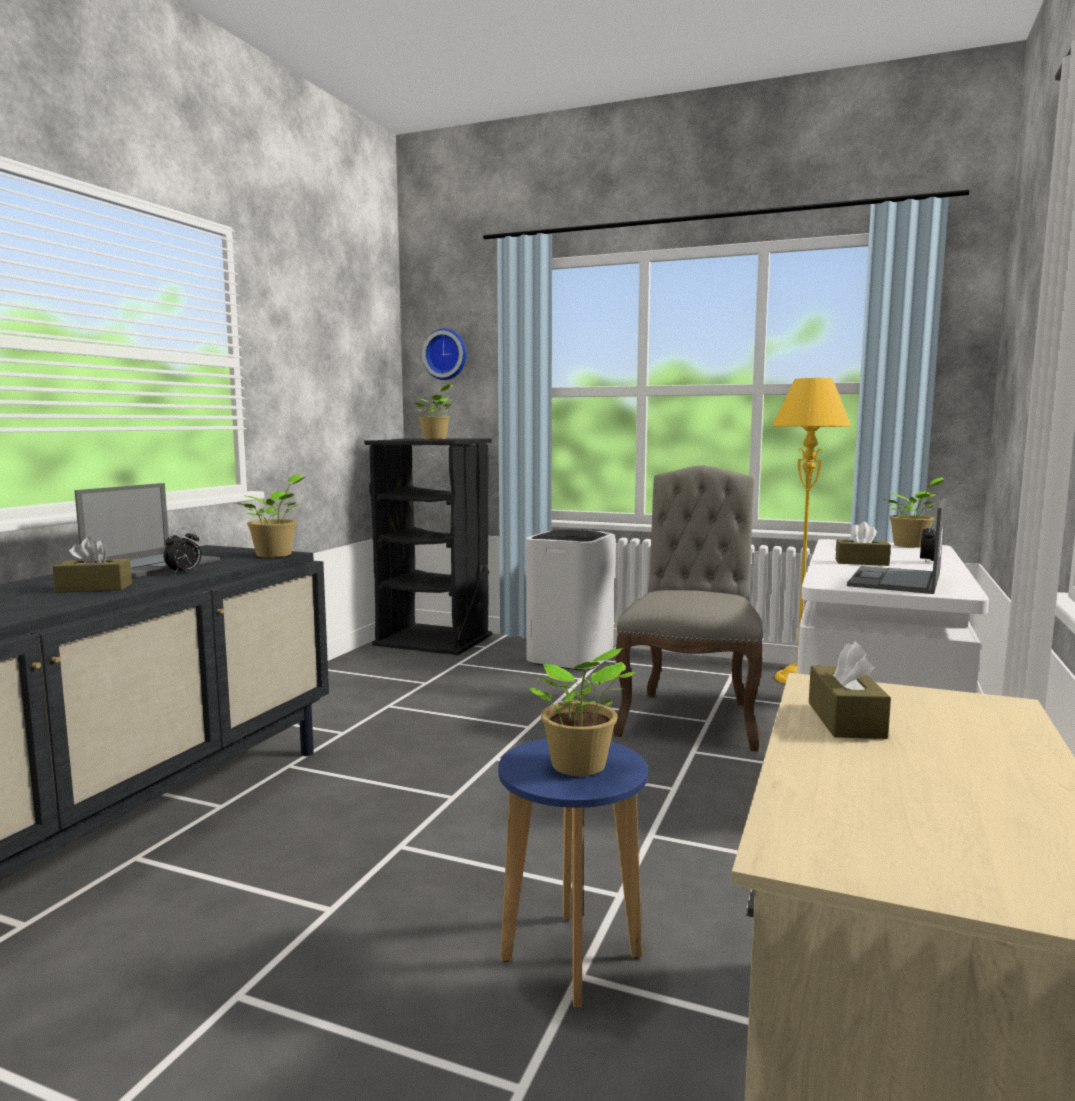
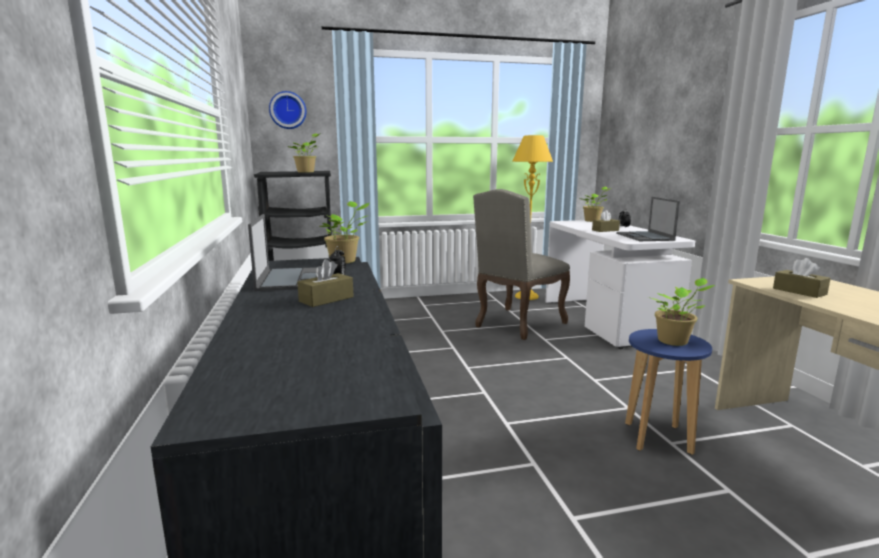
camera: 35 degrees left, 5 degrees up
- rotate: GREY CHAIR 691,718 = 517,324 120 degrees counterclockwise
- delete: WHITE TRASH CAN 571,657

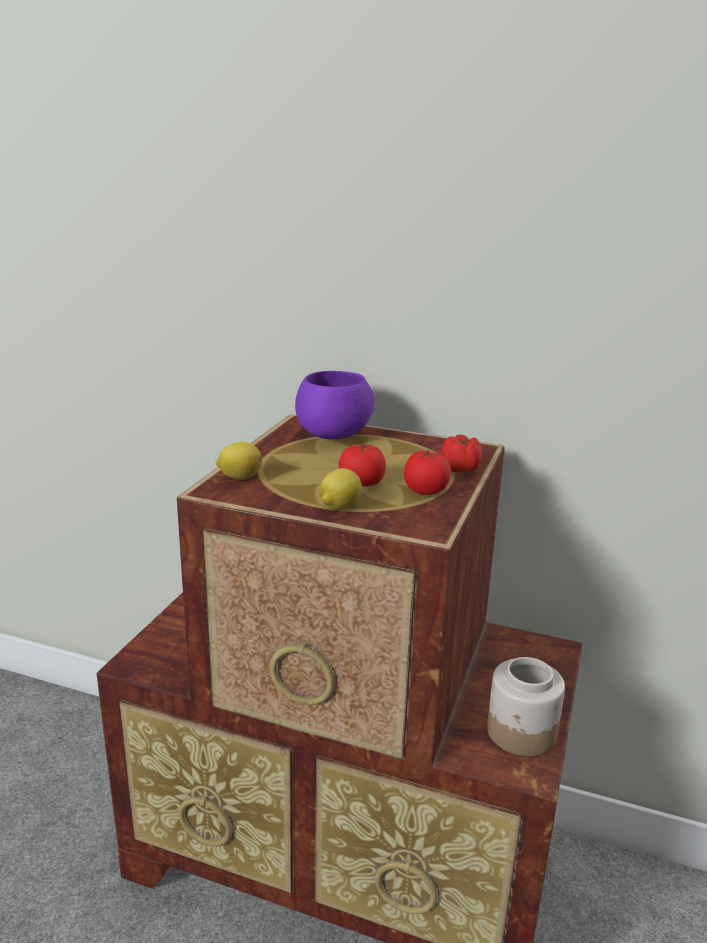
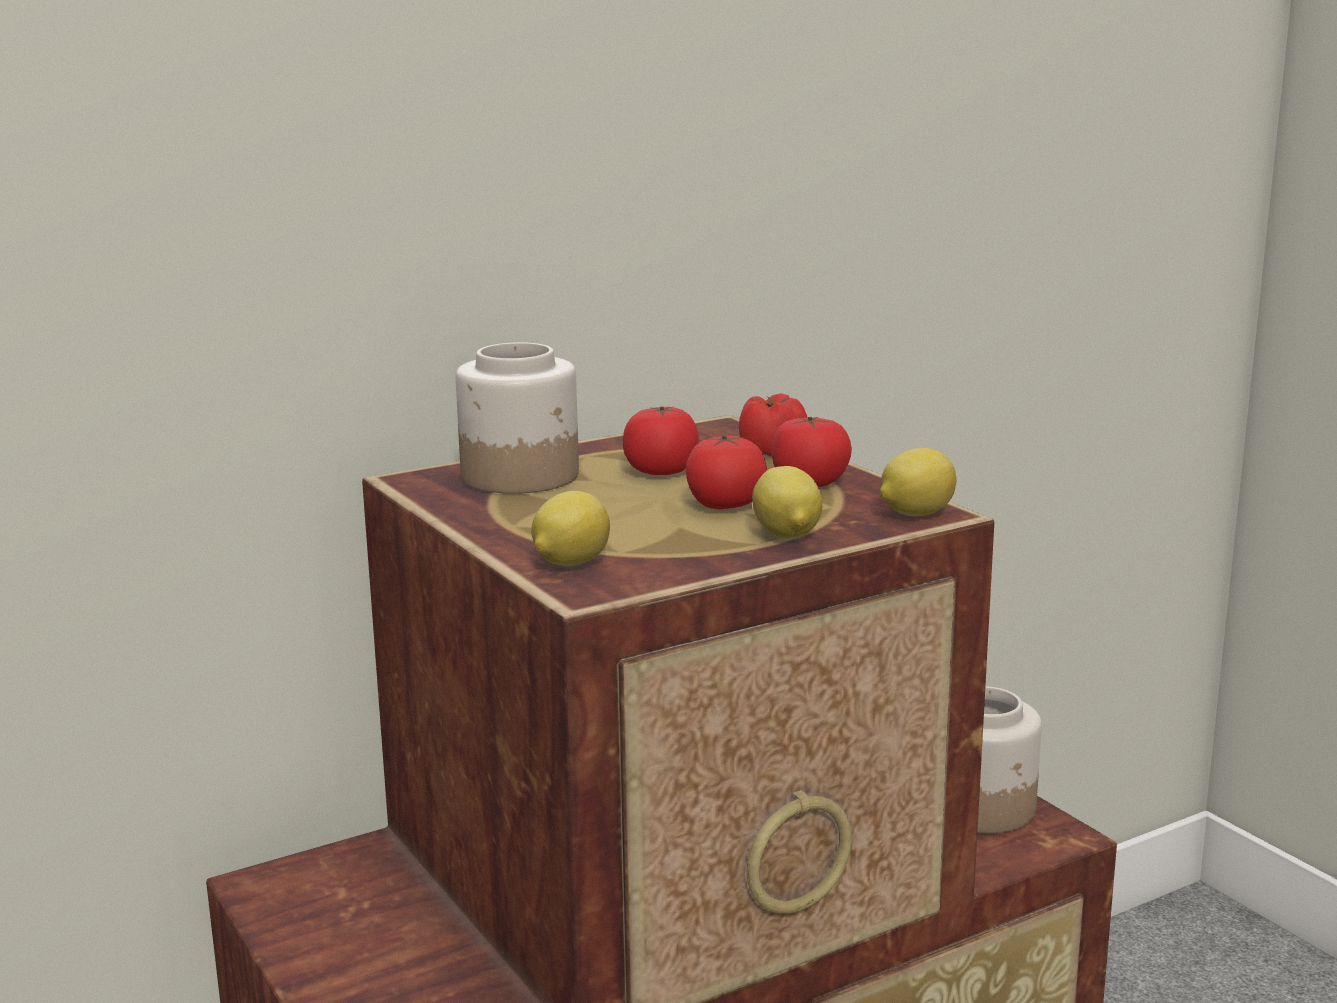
camera: 50 degrees left, 5 degrees down
- replace: PURPLE BOWL 335,436 to JAR 521,476
- insert: TOMATO 661,471
- insert: LEMON 915,514

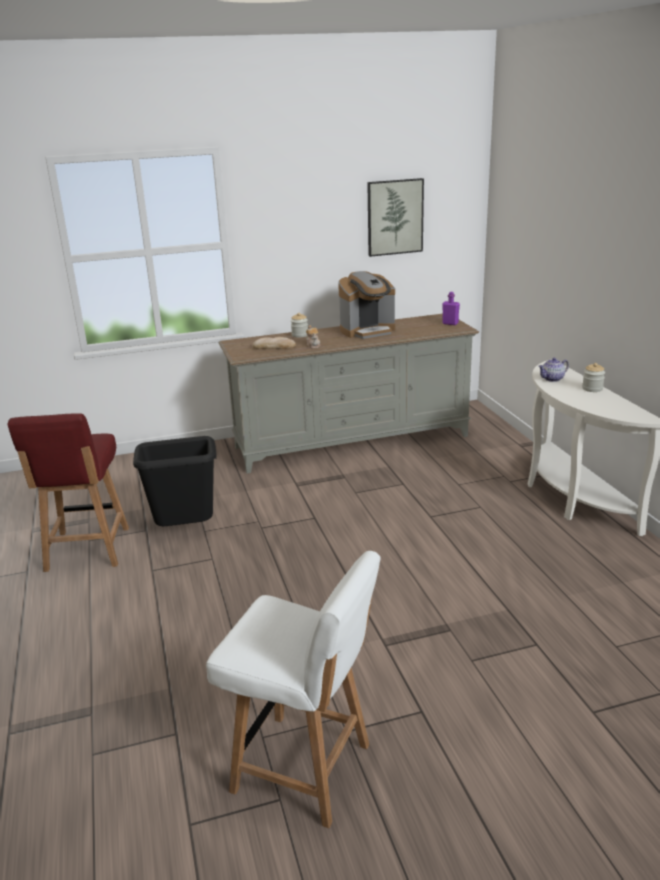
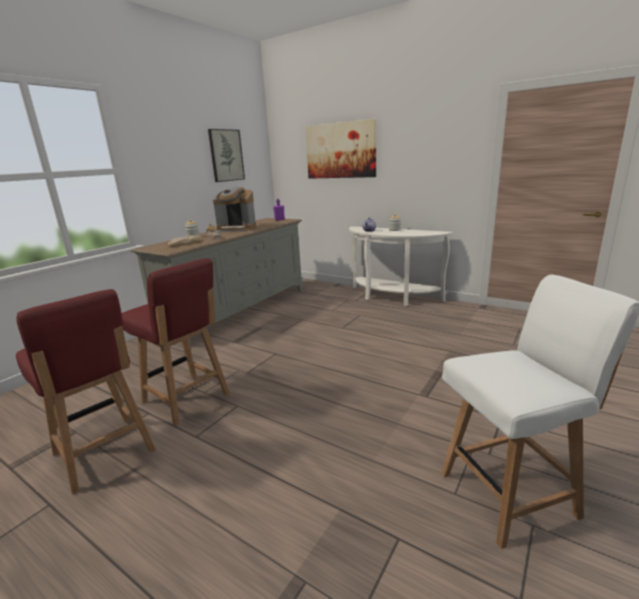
camera: 40 degrees left, 5 degrees down
- replace: BLACK TRASH CAN 185,531 to RED CHAIR 187,399
- rotate: COFFEE MACHINE 367,331 = 237,229 75 degrees clockwise
- insert: PICTURE 340,150

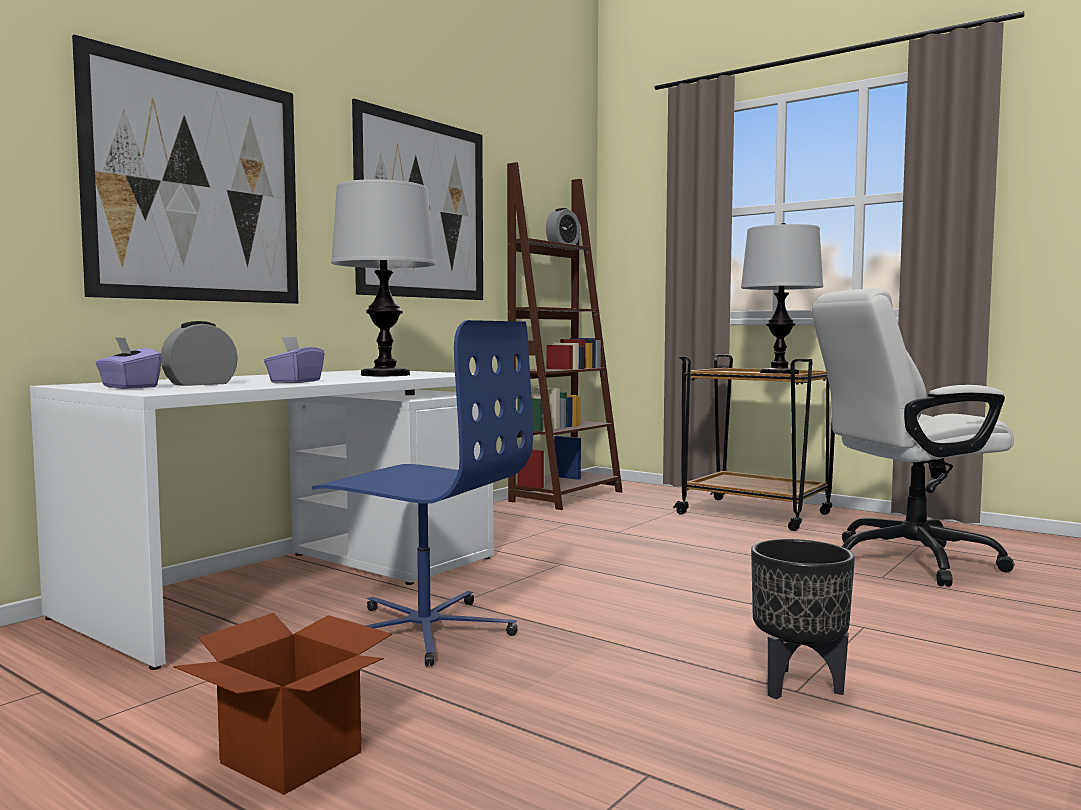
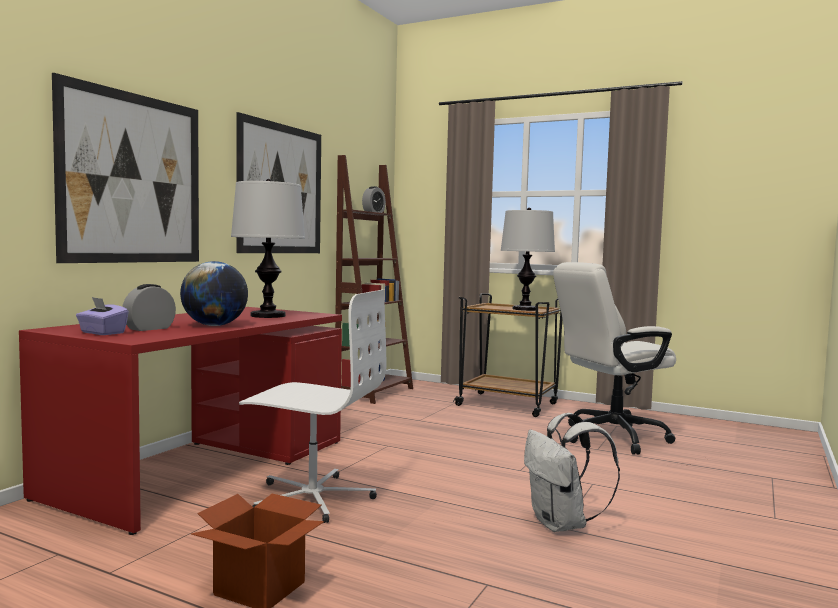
camera: 10 degrees left, 0 degrees up
- recolor: WHITE DESK 293,584 to RED DESK 203,467
- replace: PURPLE TISSUE BOX 295,382 to GLOBE 215,325
- recolor: BLUE OFFICE CHAIR 424,630 to WHITE OFFICE CHAIR 312,497
- replace: BLACK PLANTER 799,686 to WHITE BACKPACK 562,524

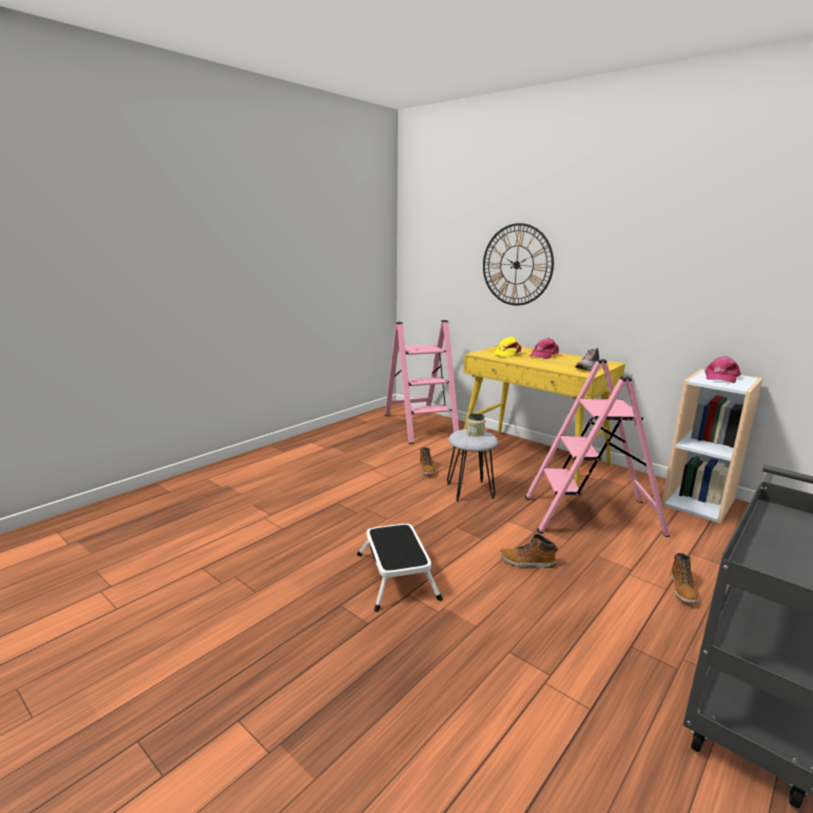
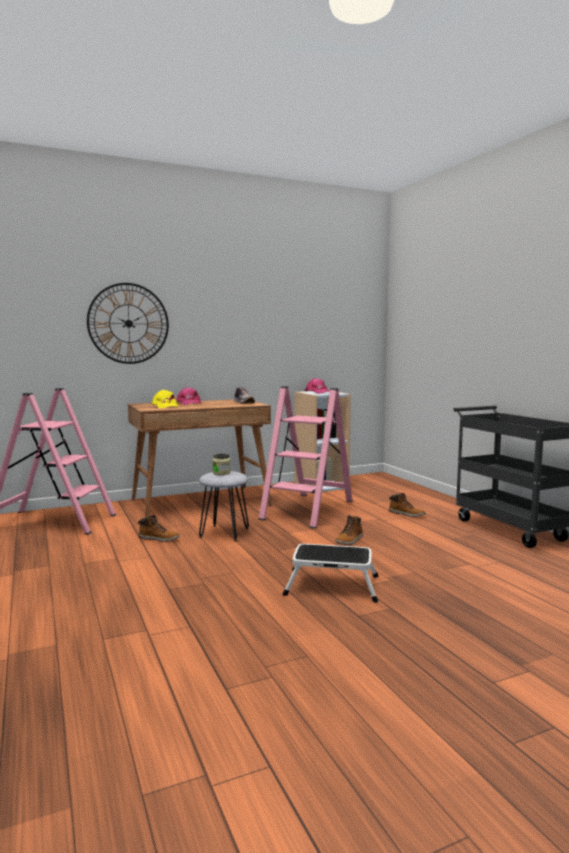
camera: 65 degrees left, 10 degrees down
- recolor: YELLOW DESK 533,458 to BROWN DESK 201,502

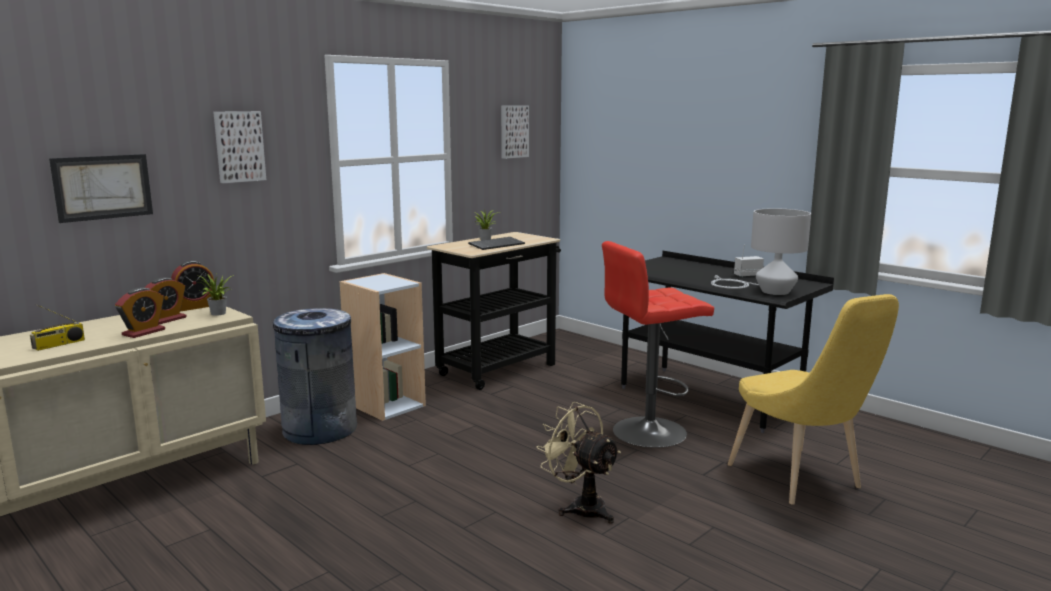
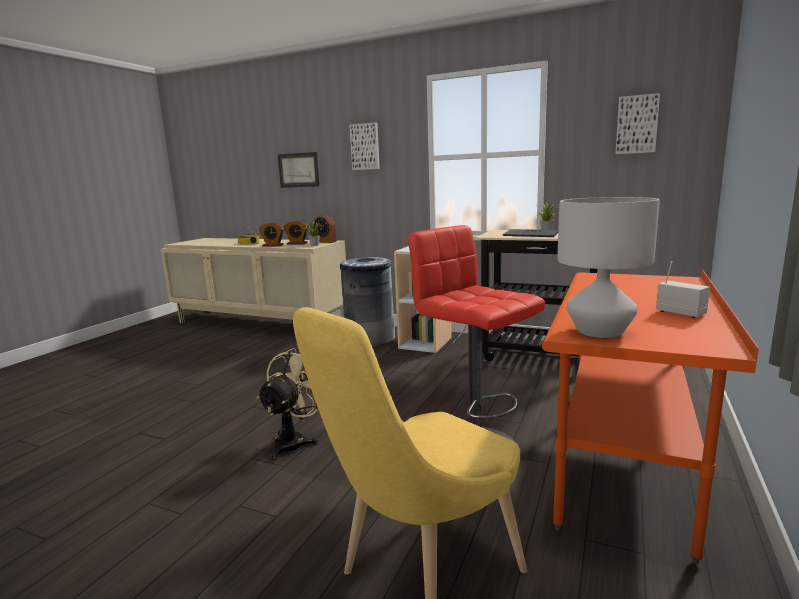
camera: 70 degrees right, 0 degrees up
- recolor: BLACK DESK 708,398 to ORANGE DESK 625,471

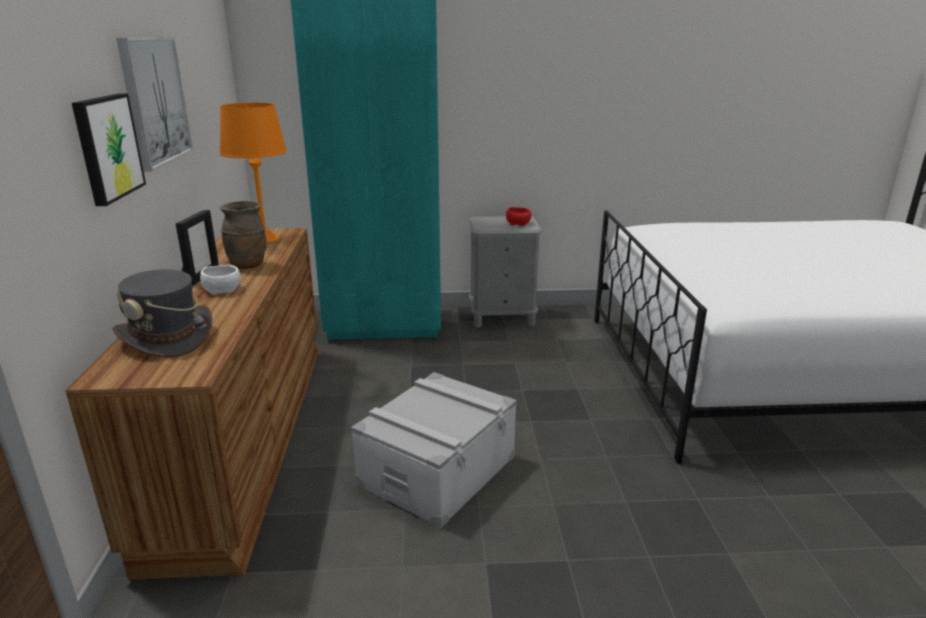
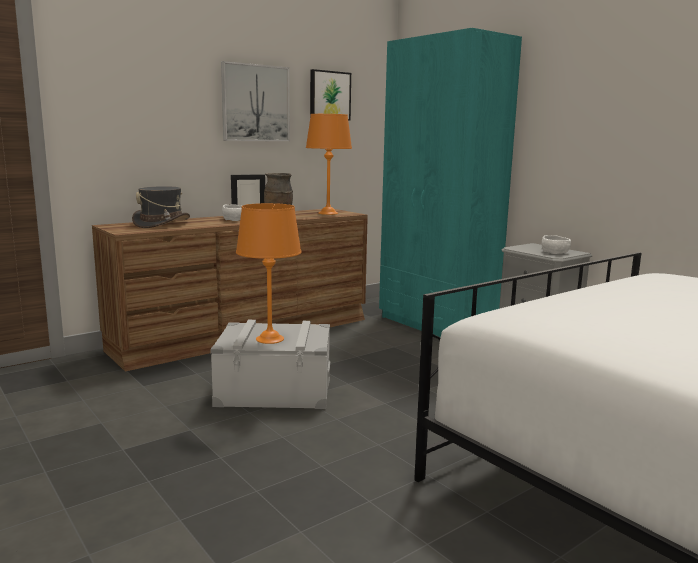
camera: 55 degrees right, 10 degrees down
- insert: ORANGE TABLE LAMP 270,339
- move: PICTURE 107,147 to 329,95
- recolor: RED BOWL 518,223 to WHITE BOWL 555,252

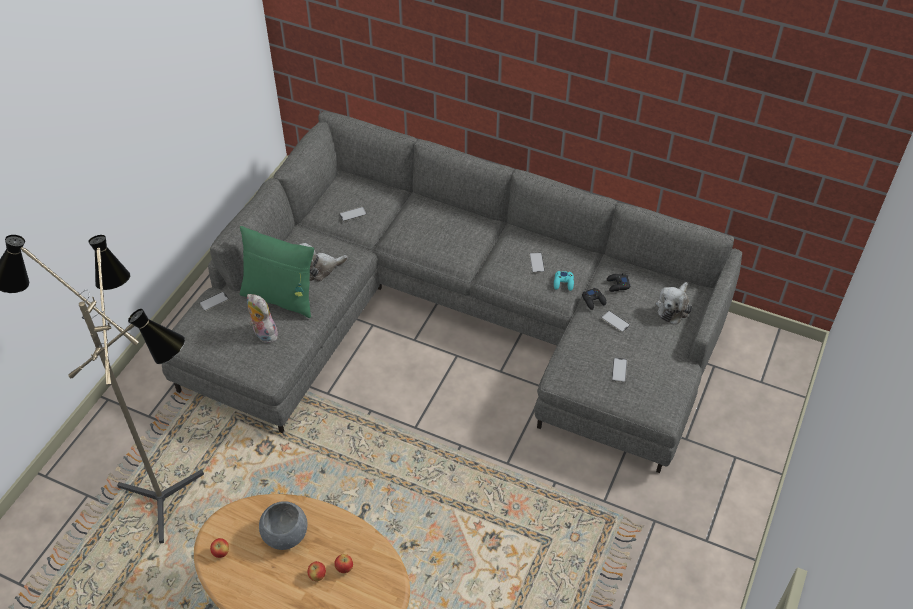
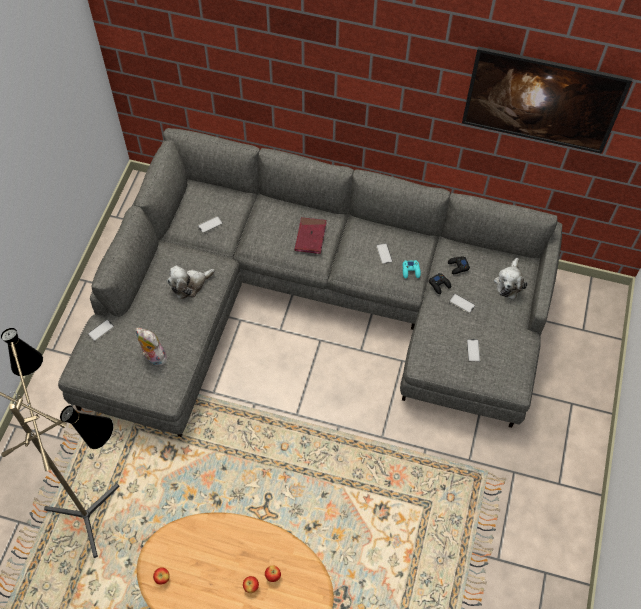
camera: 10 degrees left, 10 degrees up
- insert: RED BOOK 310,237
- insert: PICTURE 536,118
- delete: GREEN PILLOW 280,298
- delete: GREY BOWL 285,534

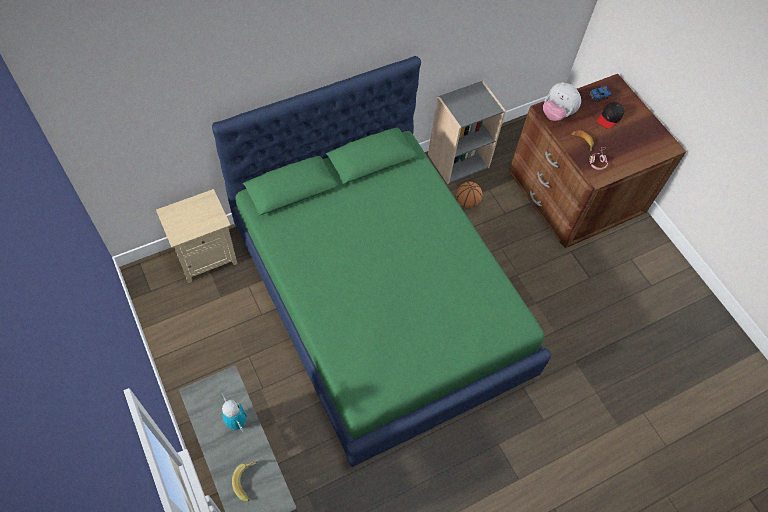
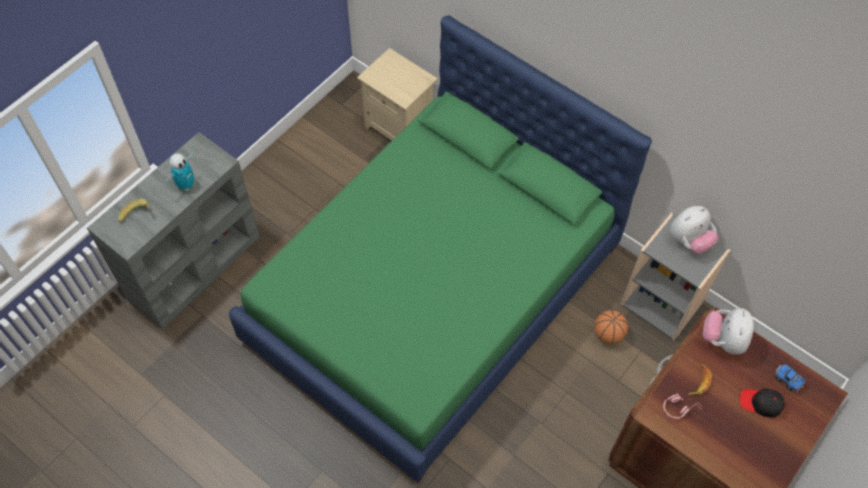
camera: 70 degrees right, 0 degrees up
- insert: PLUSH TOY 689,240

